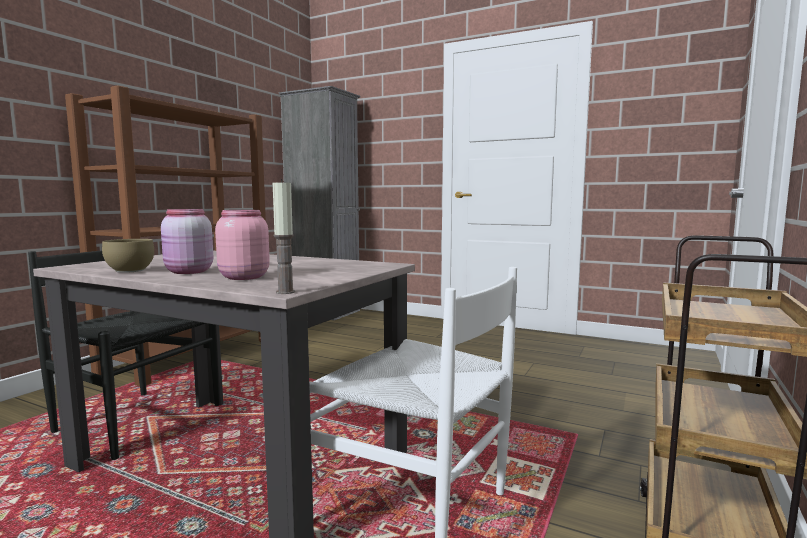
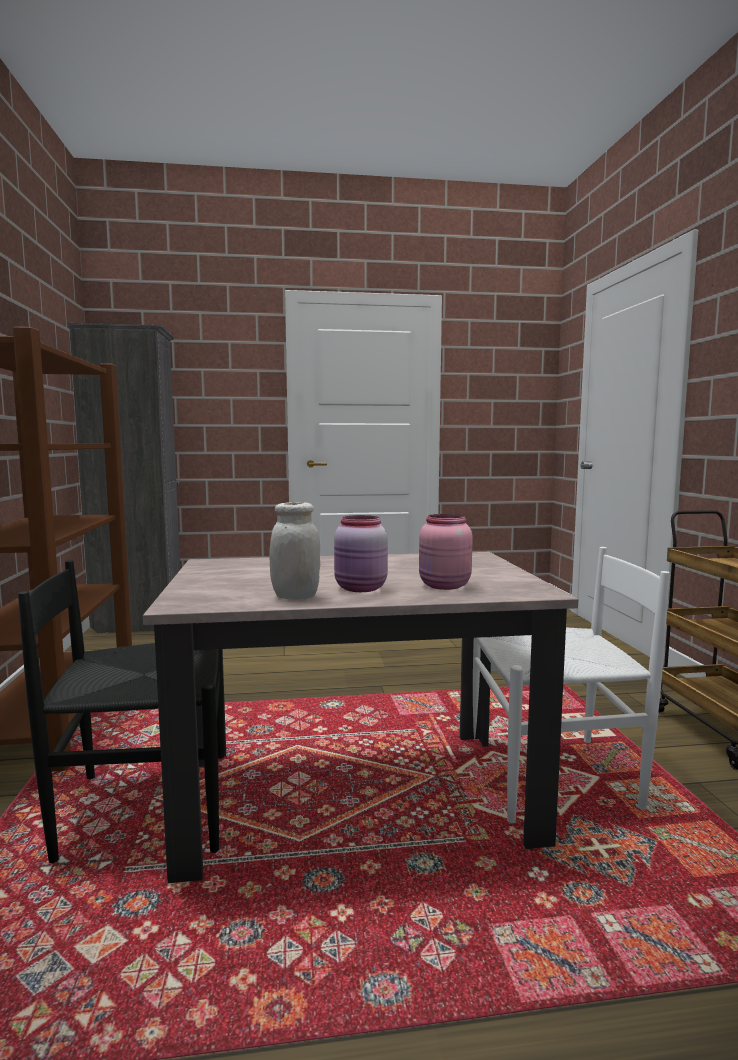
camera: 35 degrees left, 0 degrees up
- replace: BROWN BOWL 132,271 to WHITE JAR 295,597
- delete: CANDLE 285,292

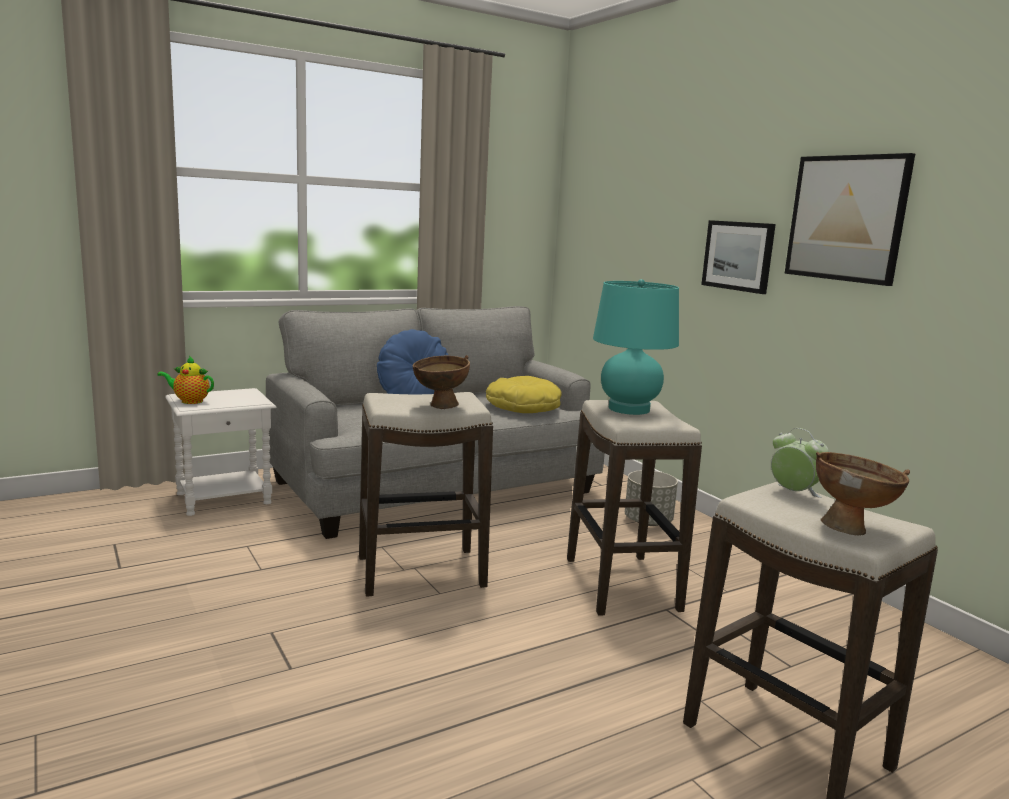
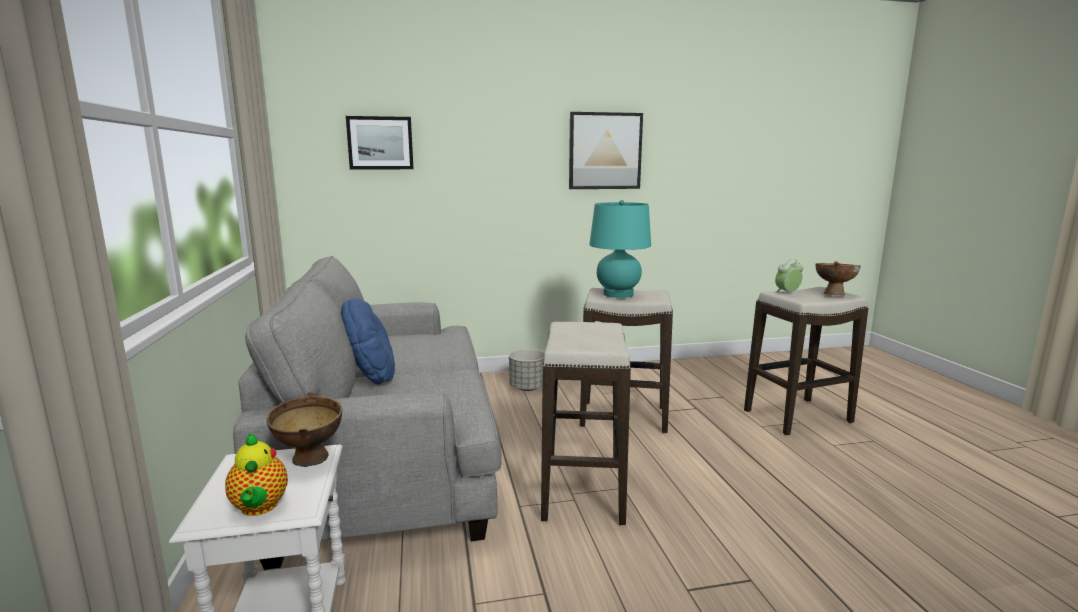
camera: 70 degrees left, 0 degrees up
- rotate: TEAPOT 189,401 = 259,508 45 degrees counterclockwise
- move: BROWN BOWL 439,406 to 310,462
- move: PICTURE 738,256 to 380,143
- delete: YELLOW PILLOW 522,407

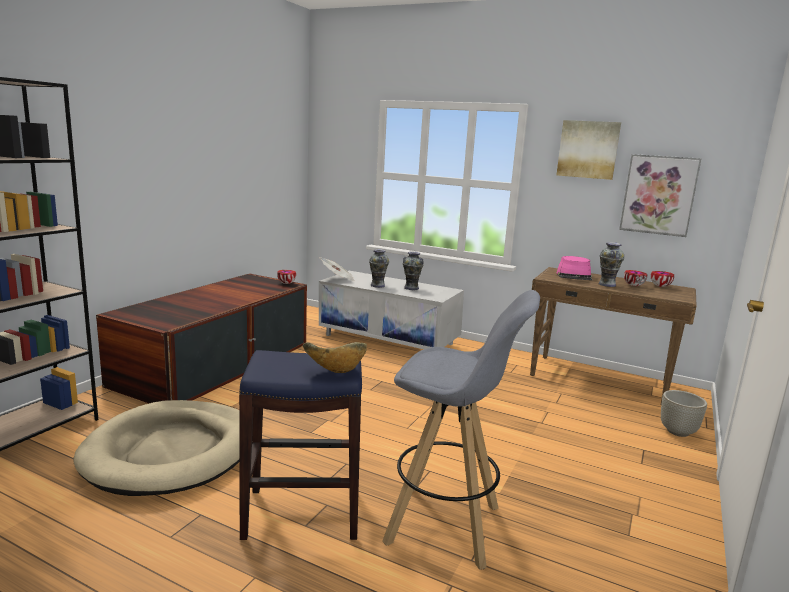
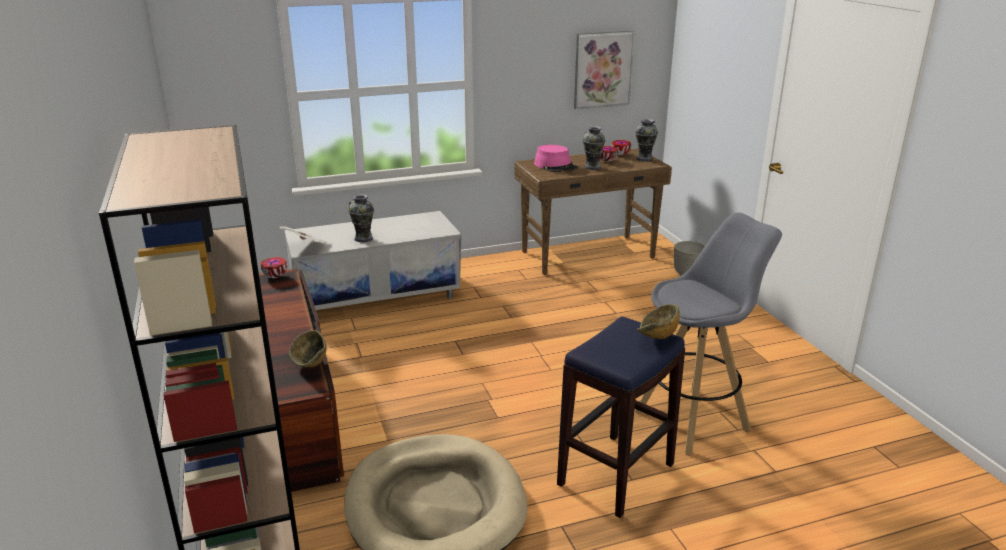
camera: 45 degrees left, 10 degrees up
- insert: BOWL 310,366
- move: VASE 411,288 to 644,159
- delete: PICTURE 588,149

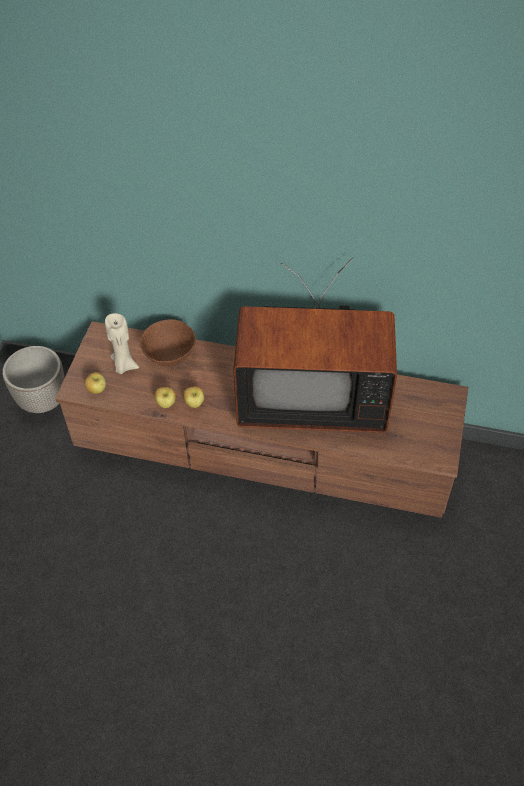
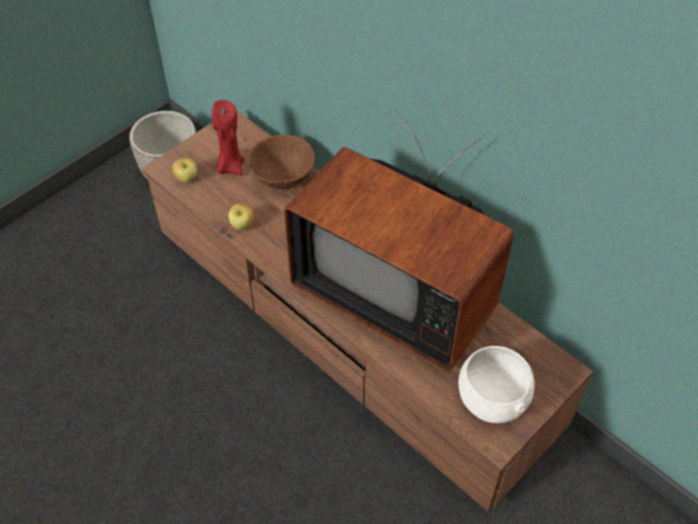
camera: 30 degrees right, 0 degrees up
- recolor: BEIGE CANDLE 124,365 to RED CANDLE 230,166
- insert: WHITE BOWL 491,399
- delete: APPLE 194,403

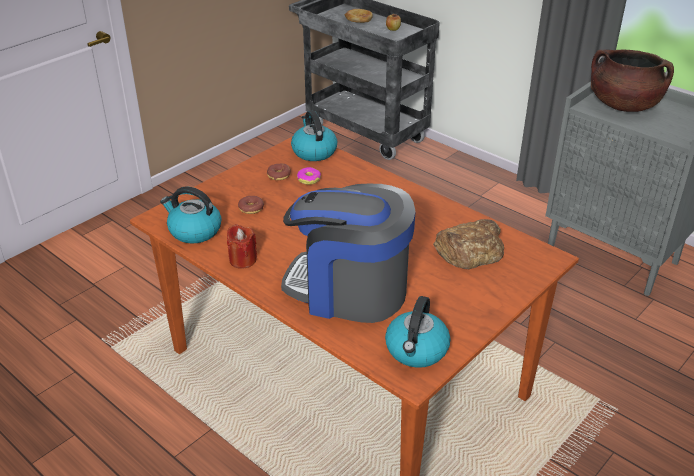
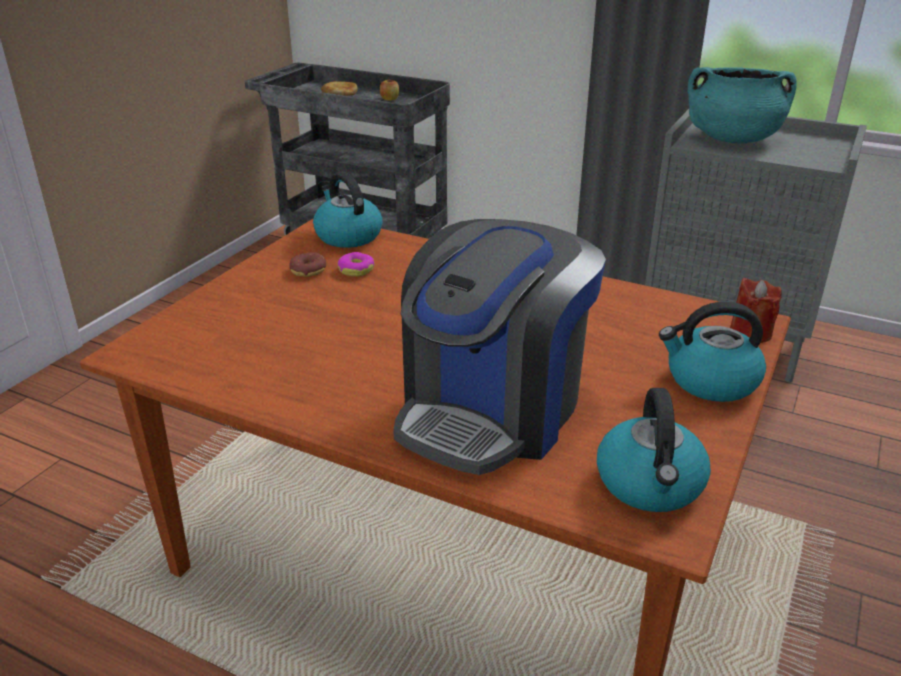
camera: 15 degrees left, 5 degrees down
- rotate: COFFEE MACHINE 349,290 = 492,410 60 degrees counterclockwise
- move: KETTLE 194,231 to 710,381
- recolor: BROWN COOKING POT 623,105 to TURQUOISE COOKING POT 732,139
- move: RED CANDLE 243,260 to 750,332
- delete: DONUT 251,208
- delete: BREAD 470,250

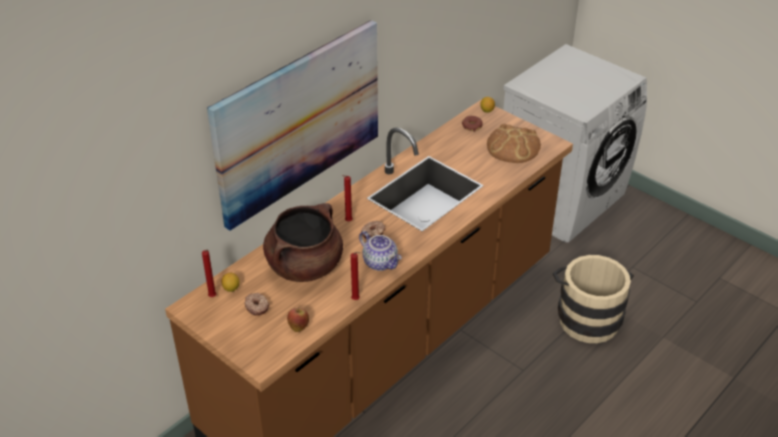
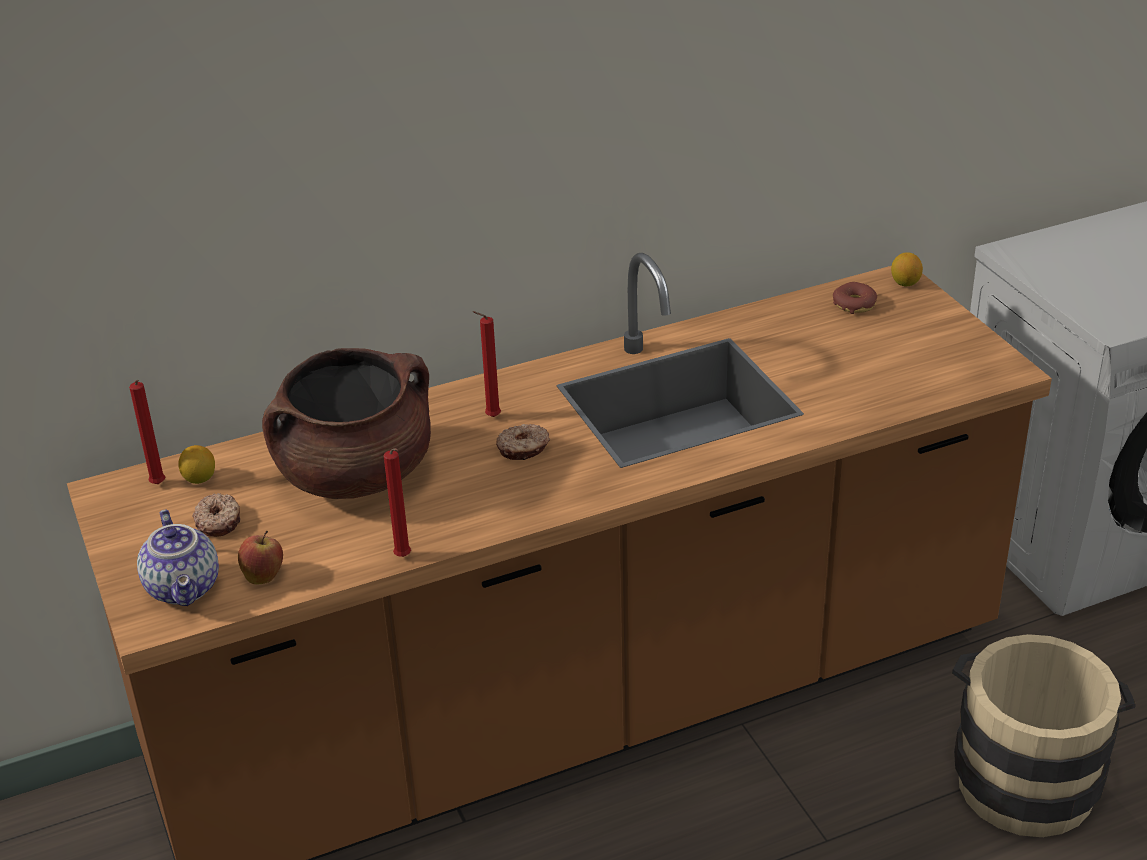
camera: 25 degrees right, 5 degrees down
- move: TEAPOT 381,262 to 185,588
- delete: PICTURE 298,122
- delete: BREAD 513,147

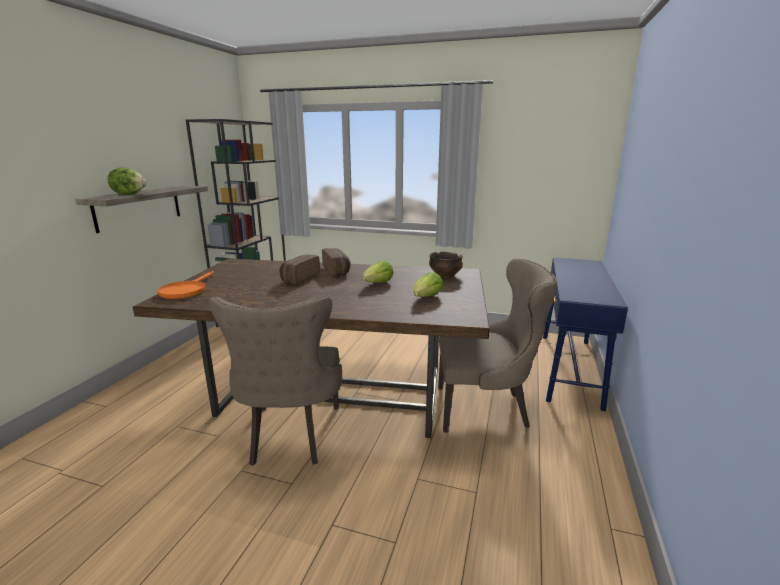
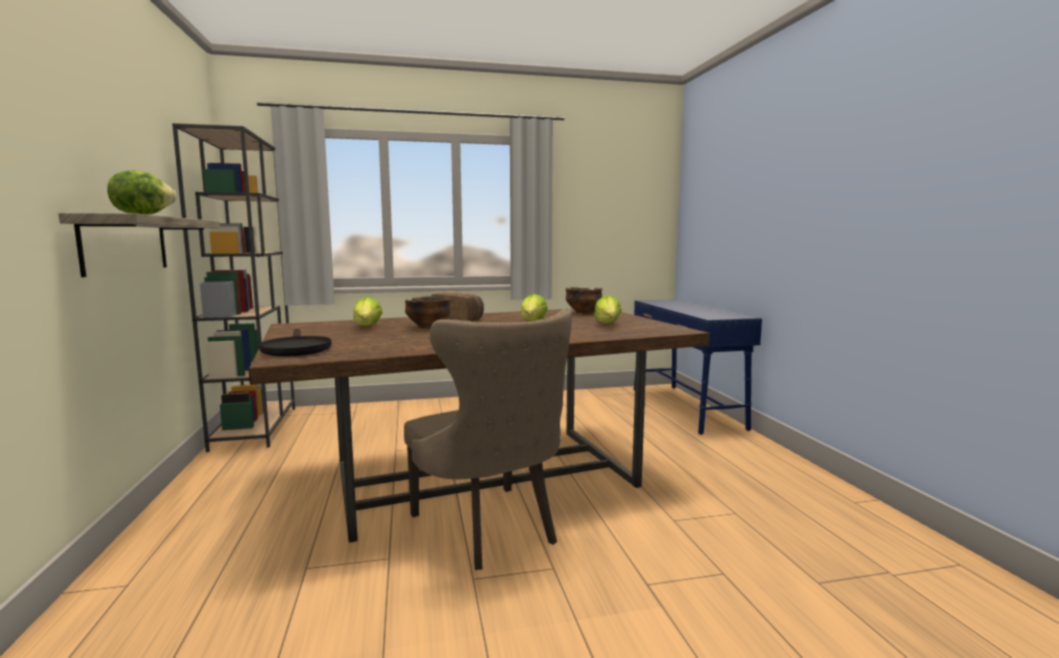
camera: 30 degrees left, 10 degrees down
- recolor: ORANGE FRYING PAN 186,290 to BLACK FRYING PAN 296,348
- insert: LETTUCE 367,327
- replace: BREAD 299,278 to BOWL 429,327
- delete: BEIGE CHAIR 485,409

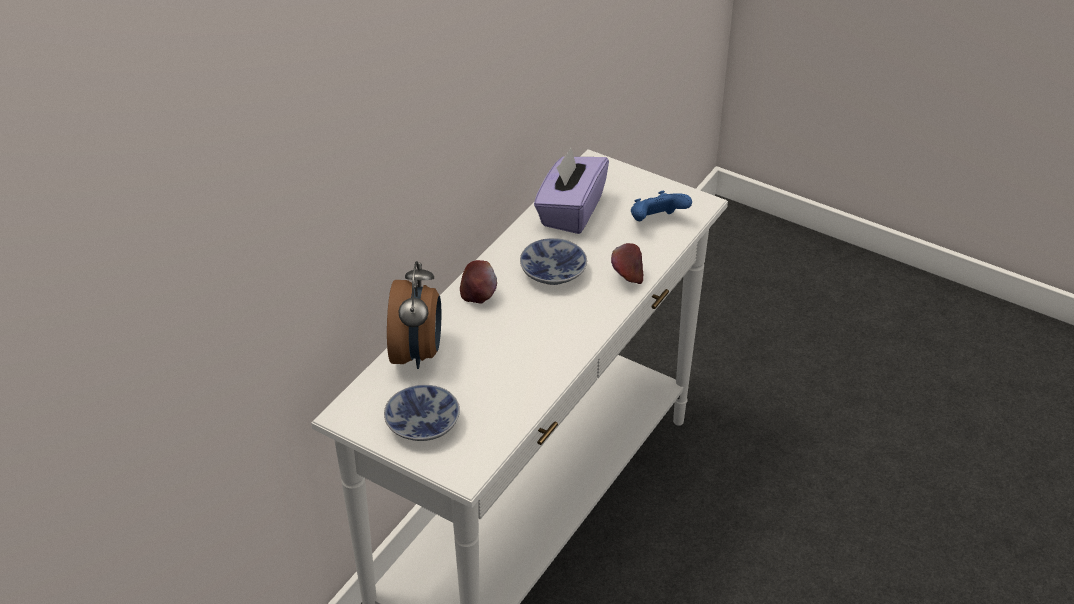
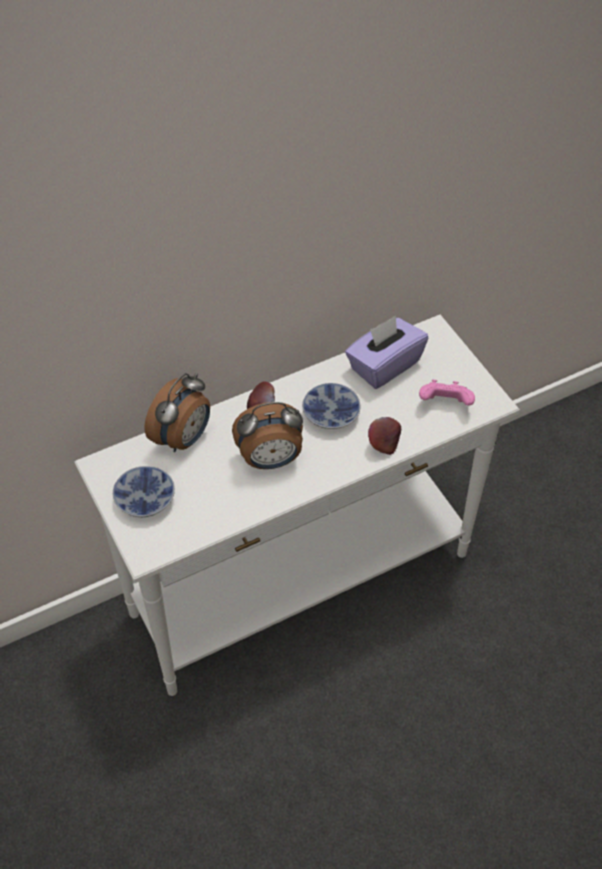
camera: 30 degrees right, 10 degrees up
- insert: ALARM CLOCK 270,460
- recolor: BLUE GAME CONTROLLER 656,222 to PINK GAME CONTROLLER 445,404

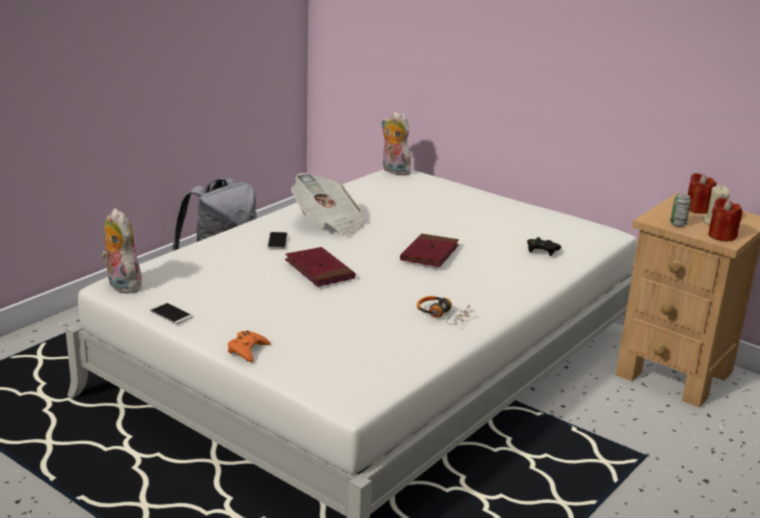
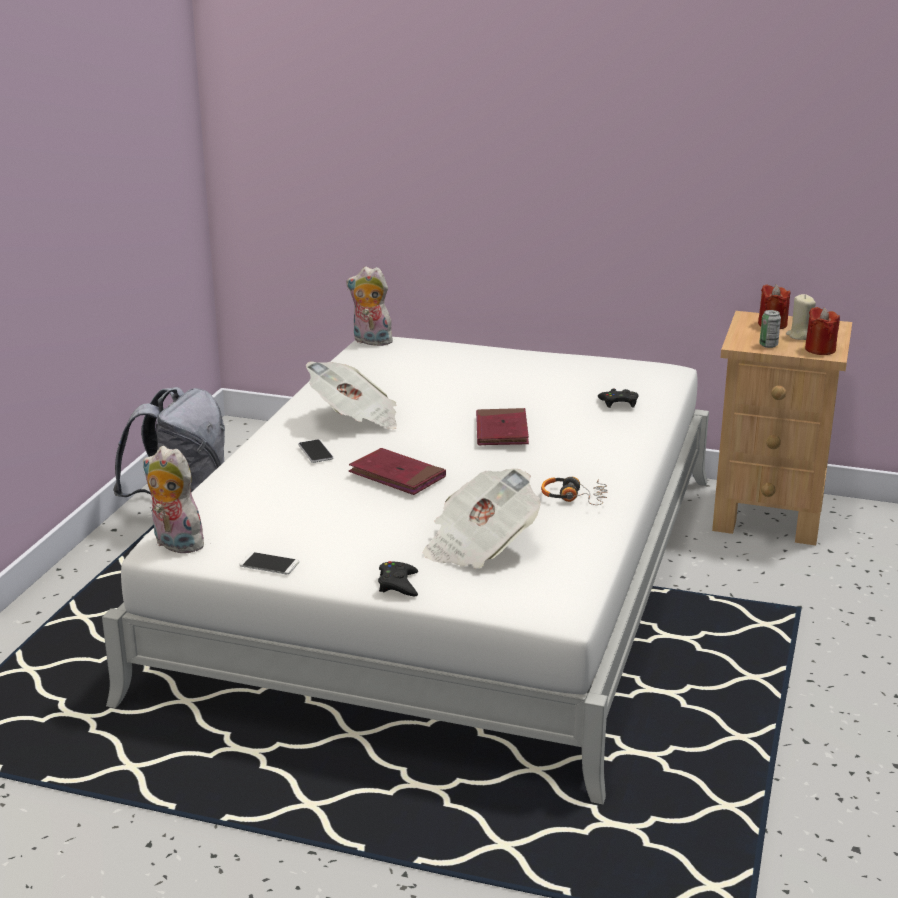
camera: 20 degrees left, 0 degrees up
- recolor: ORANGE GAME CONTROLLER 247,350 to BLACK GAME CONTROLLER 398,584
- insert: NEWSPAPER 479,546

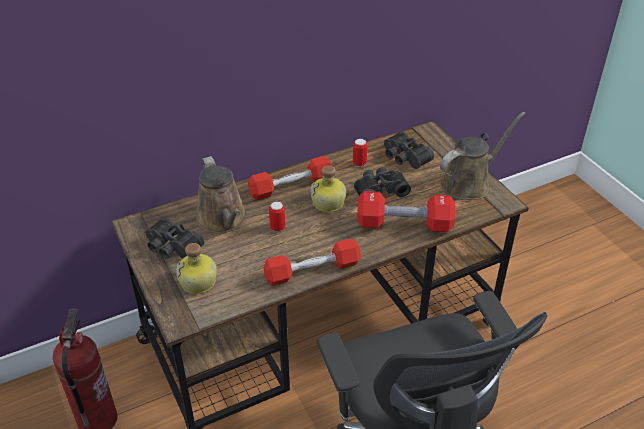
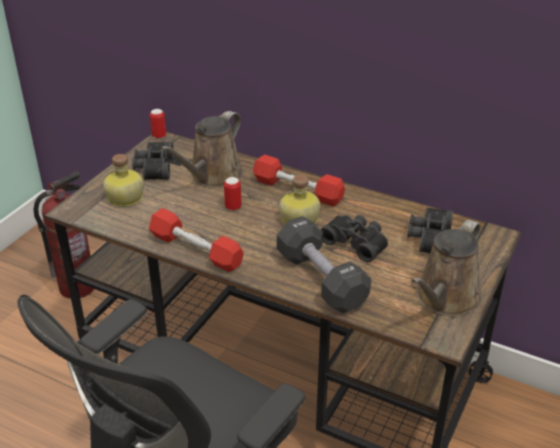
camera: 55 degrees right, 5 degrees down
- move: CAN 359,163 to 159,136
- recolor: RED DUMBBELL 404,224 to BLACK DUMBBELL 321,279
- rotate: BROWN WATERING CAN 469,183 = 445,299 105 degrees clockwise

